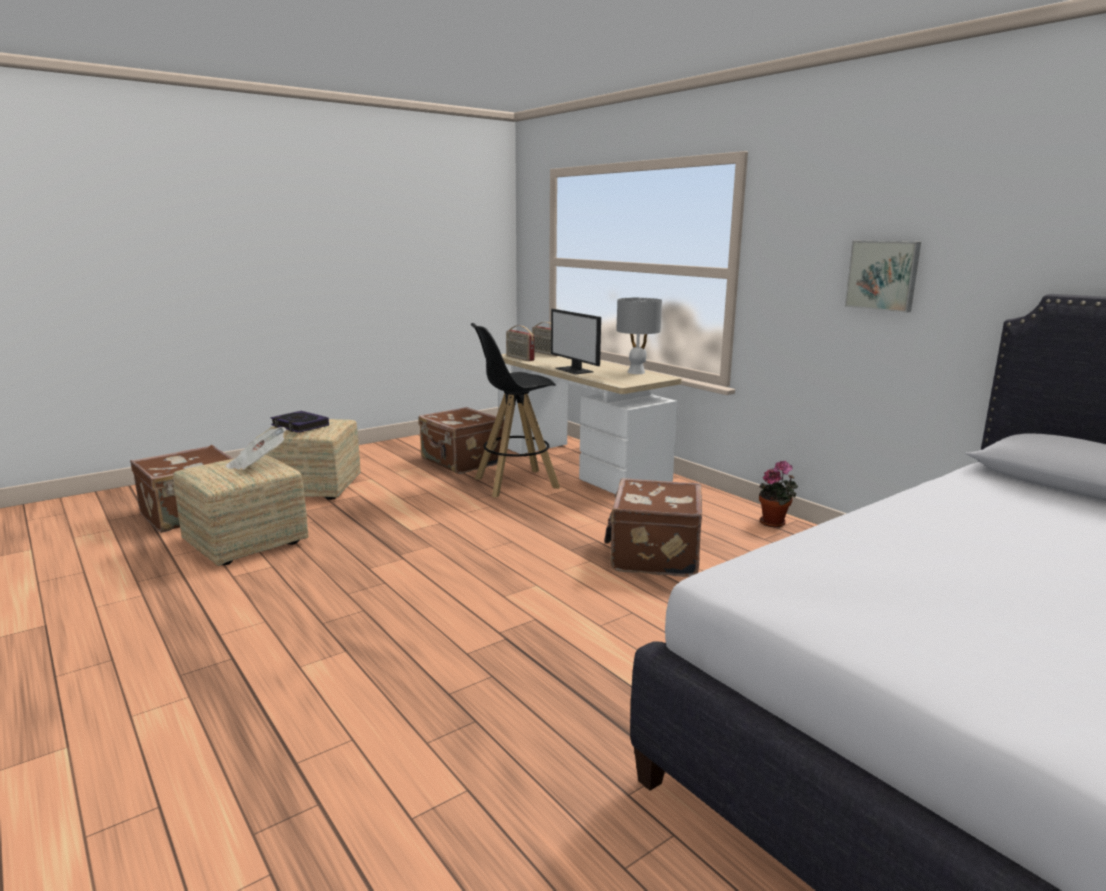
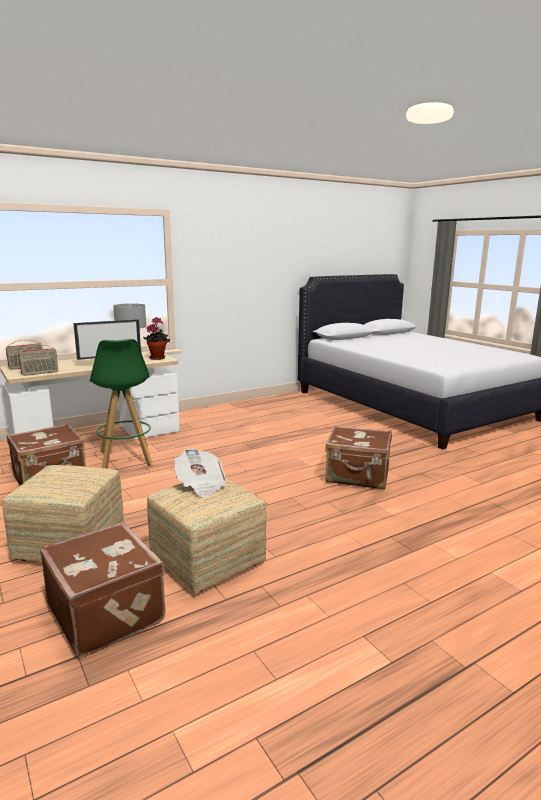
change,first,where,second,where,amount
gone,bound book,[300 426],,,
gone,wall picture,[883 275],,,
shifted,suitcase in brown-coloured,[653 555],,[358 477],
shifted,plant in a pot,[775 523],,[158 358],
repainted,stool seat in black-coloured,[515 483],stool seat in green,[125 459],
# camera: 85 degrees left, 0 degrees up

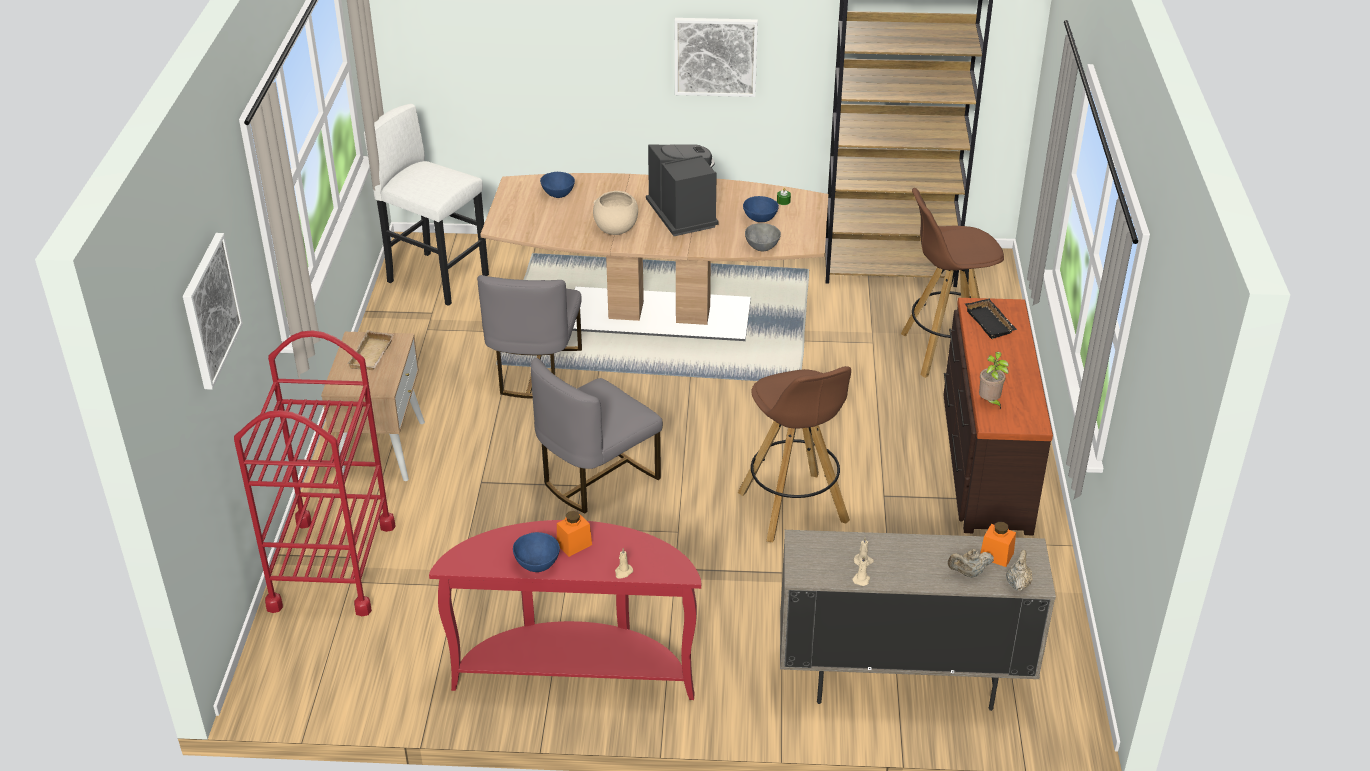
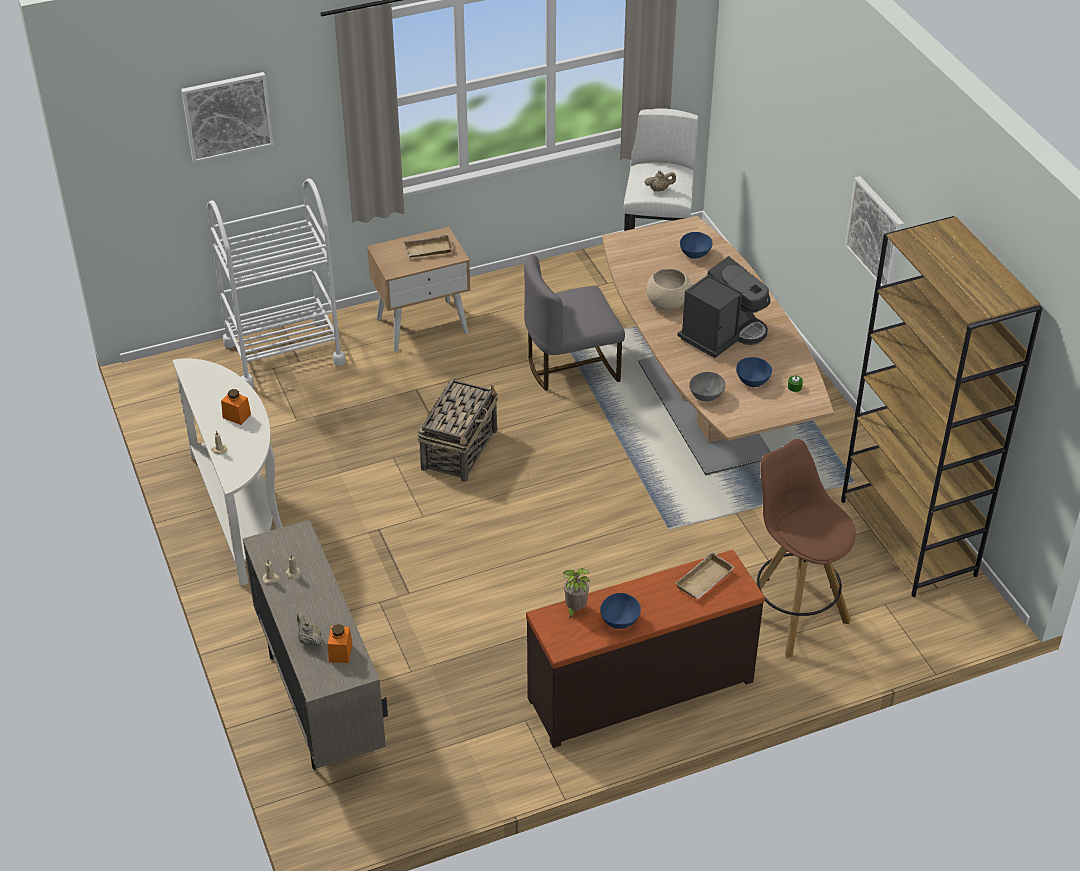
change,first,where,second,where,amount
gone,stool seat in brown-coloured,[794 509],,,
shifted,bowl in bluish,[537 563],,[620 620],
shifted,pot for tea in beige,[1017 584],,[659 189],
swapped,plain chair in grey,[597 478],storage basket,[460 449],
repainted,wheeled cart in red-coloured,[332 566],wheeled cart in white,[284 353],
repainted,narrow table in red-coloured,[575 670],narrow table in white,[241 512],
repainted,serving tray in black-coloured,[991 322],serving tray in beige,[705 581],
# camera: 65 degrees right, 5 degrees up

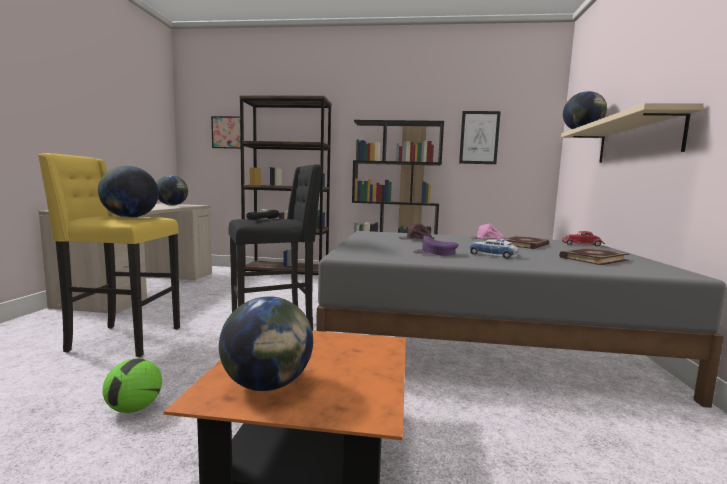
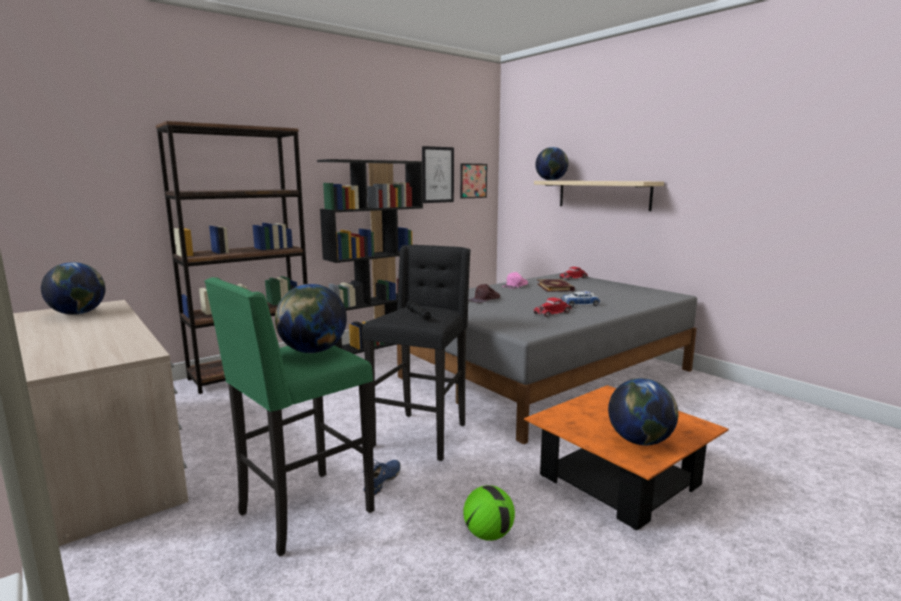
change,first,where,second,where,amount
gone,bound book,[592 259],,,
new,,,item of footwear in bluish,[383 482],
shifted,wall picture,[227 132],,[473 181],
swapped,cap in purple-coloured,[435 253],toy car in red-coloured,[553 313],
repainted,stool seat in yellow,[123 340],stool seat in green,[302 513],
# camera: 45 degrees left, 5 degrees up

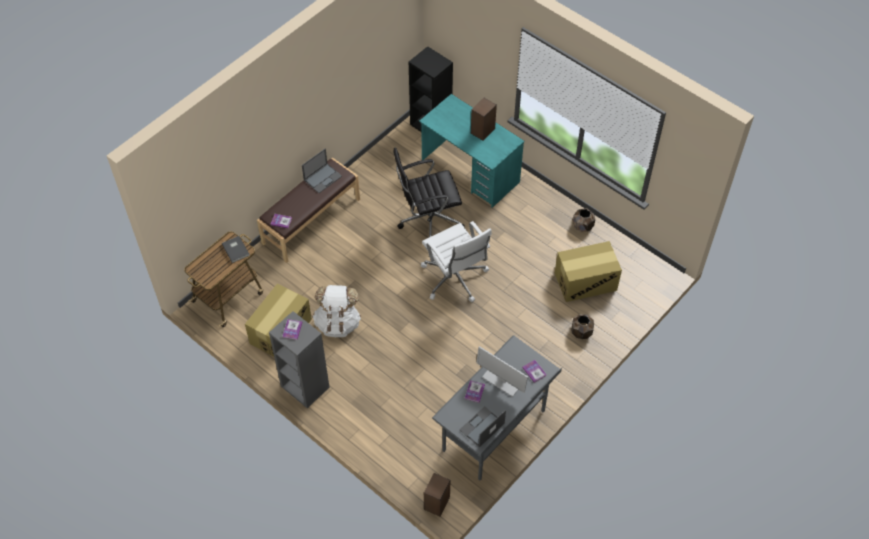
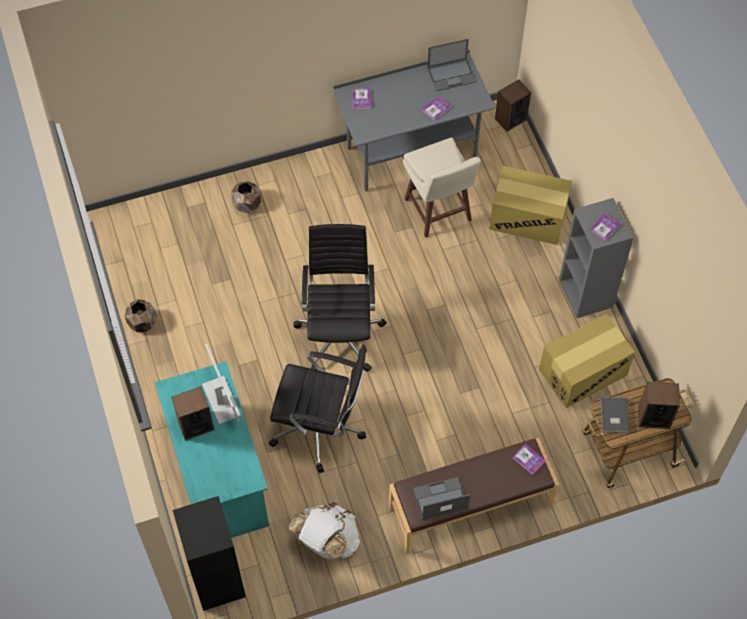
change,first,where,second,where,amount
new,,,stool seat in beige,[438 211],
new,,,speaker,[653 417],
shifted,rucksack in white,[338 323],,[327 541],
shifted,computer display,[501 380],,[222 400],
shifted,cardboard box,[585 281],,[527 218],
repainted,desk chair in white,[455 279],desk chair in black-coloured,[340 334],
# camera: 150 degrees left, 5 degrees up

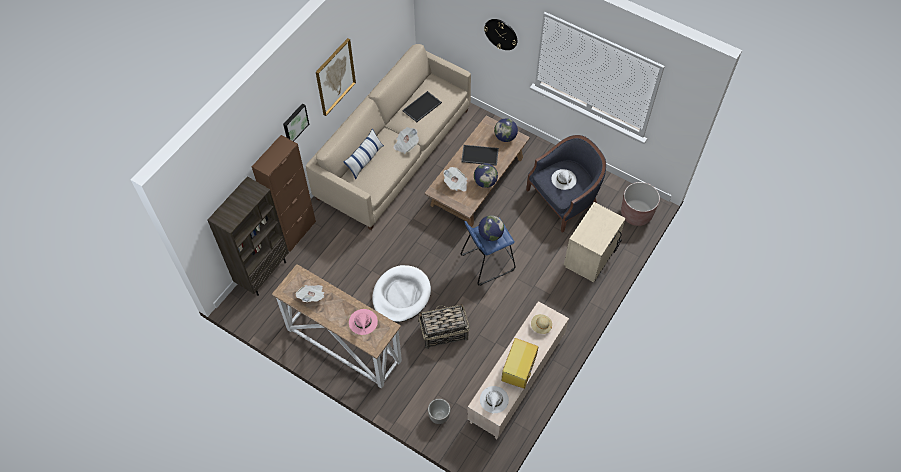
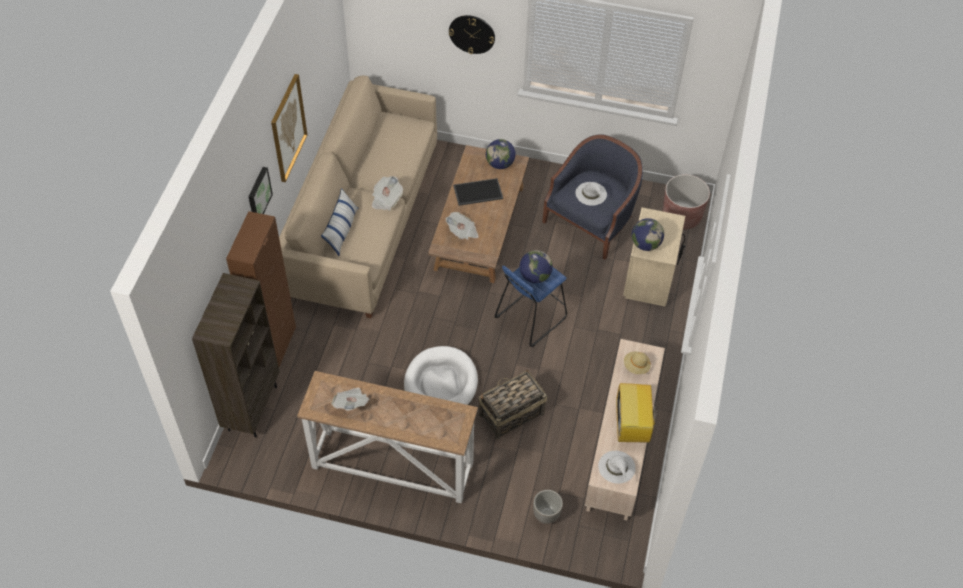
change,first,where,second,where,amount
gone,clothing hat in pink,[363 322],,,
gone,serving tray,[422 107],,,
shifted,globe,[485 182],,[645 244],
# camera: 20 degrees left, 5 degrees down

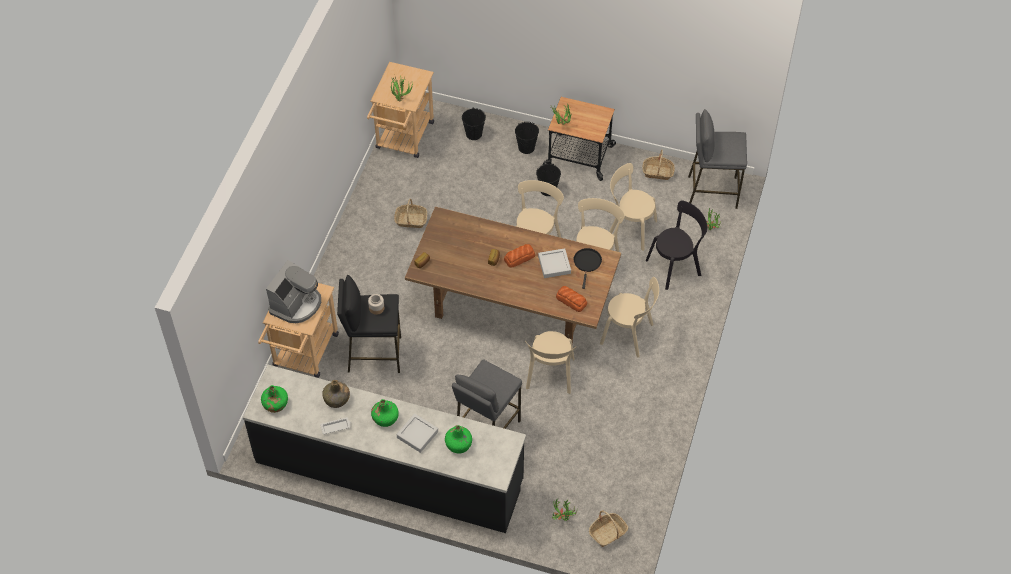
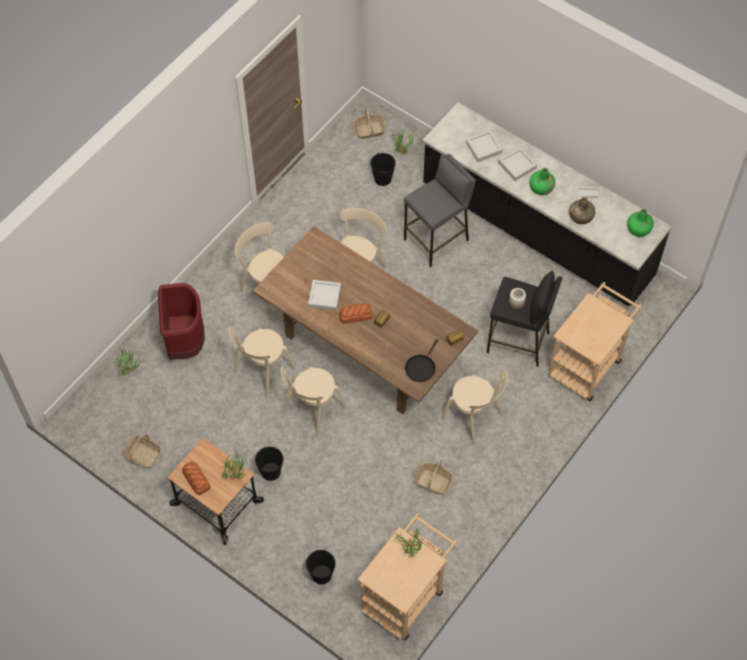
change,first,where,second,where,amount
gone,coffee maker,[296 304],,,
gone,stool seat in grey,[712 191],,,
shifted,bucket in black-coloured,[526 147],,[383 178],
shifted,bakery bread,[571 300],,[196 479],
shifted,pan in black-coloured,[587 263],,[421 367],
shifted,plain chair in beige,[629 228],,[474 418],
swapped,drink bottle in green,[459 444],serving tray in grey,[483 148],
swapped,plain chair in black-coloured,[675 266],trash can in red-coloured,[185 341],
# camera: 160 degrees left, 5 degrees up

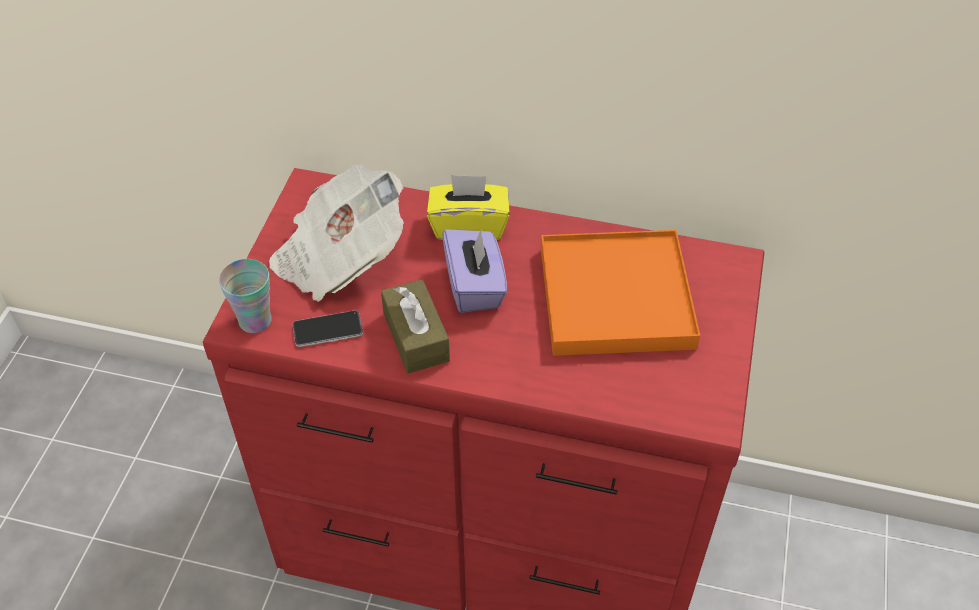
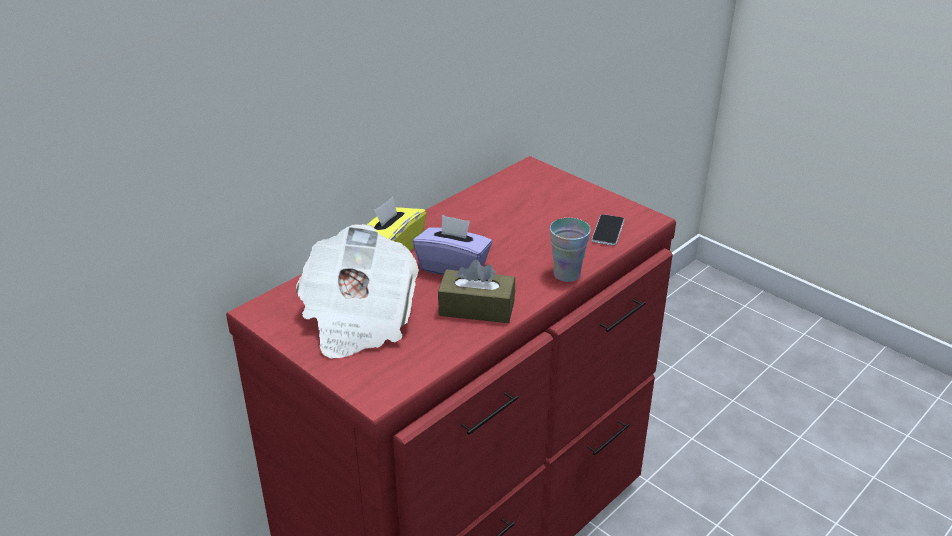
change,first,where,second,where,amount
gone,serving tray in orange,[615 298],,,
shifted,small cup,[255 321],,[567 274],
shifted,handset,[327 330],,[608 231],
# camera: 60 degrees left, 15 degrees down

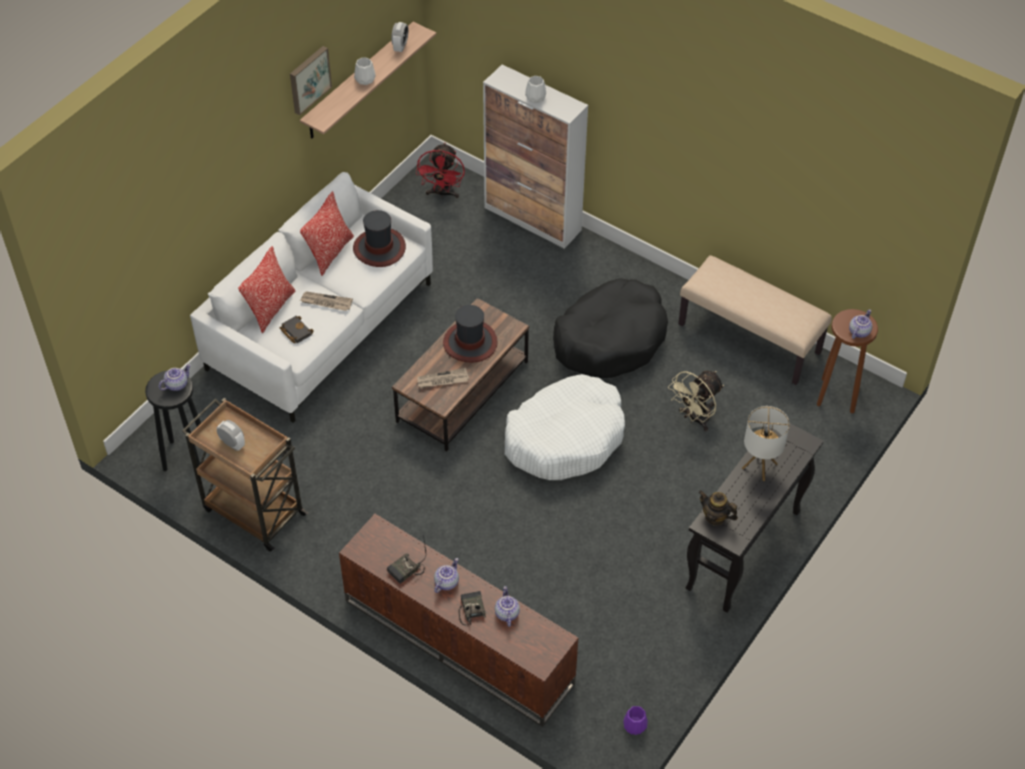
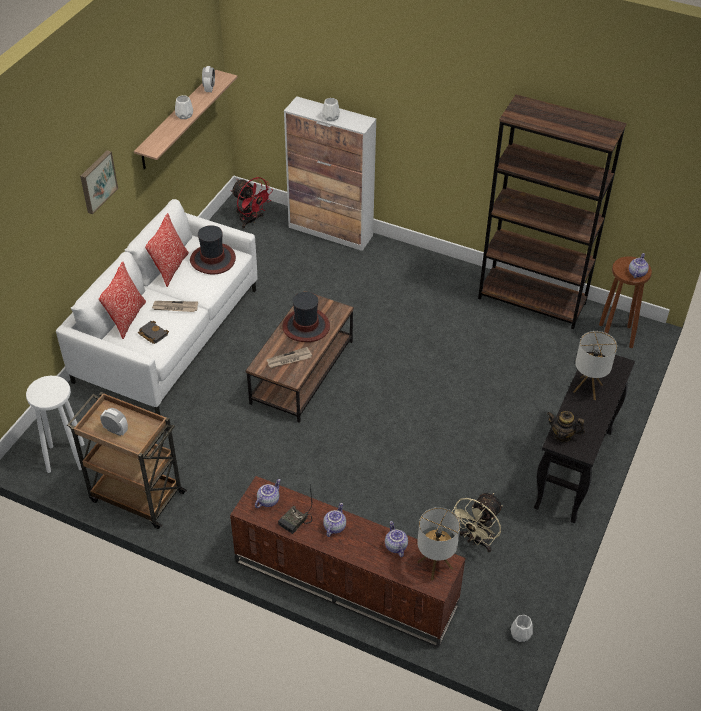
change,first,where,second,where,amount
gone,radio,[471 609],,,
gone,dog bed in white,[565 437],,,
gone,dog bed in black-coloured,[610 339],,,
new,,,lamp for a table,[434 565],
shifted,pot for tea,[176 384],,[268 500],
shifted,wall picture,[308 79],,[97 181],
shifted,fan in beige,[695 418],,[476 540],
swapped,long seat in beige,[750 338],bookshelf in brown-coloured,[532 301],
repainted,stool seat in black-coloured,[185 455],stool seat in white,[66 457],
repainted,flower vase in purple-coloured,[634 726],flower vase in white,[521 634],
rotated,fan in red-coloured,[442 193],,[251 220],45 degrees counterclockwise
# camera: 10 degrees left, 5 degrees down

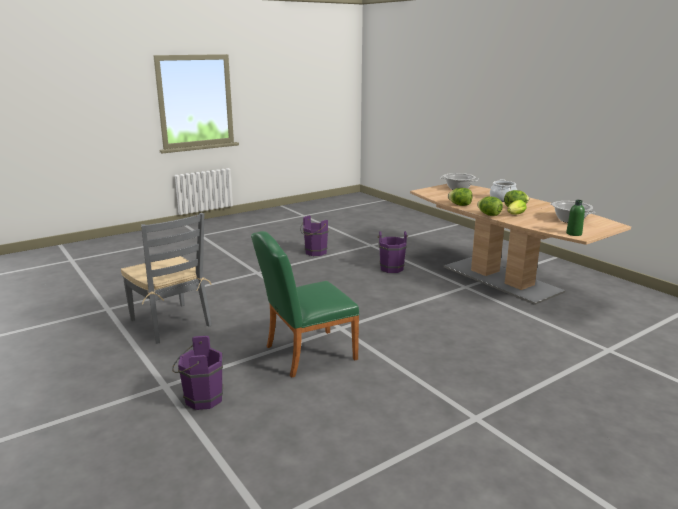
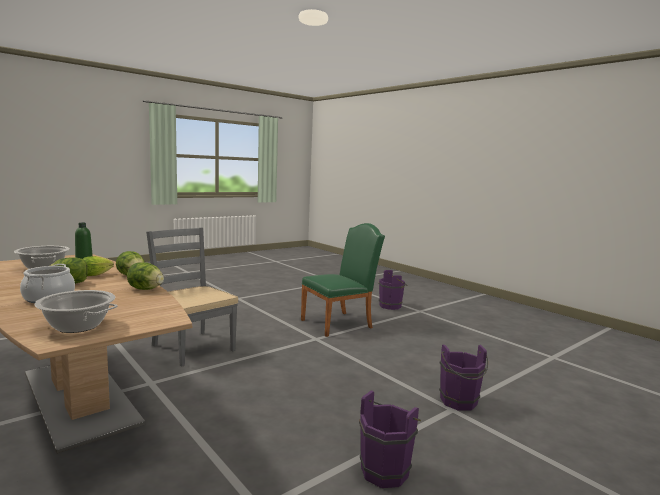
change,first,where,second,where,amount
shifted,plain chair in grey,[171 323],,[192 347],
shifted,bucket in purple-coloured,[391 268],,[459 403],
# camera: 175 degrees right, 10 degrees down

